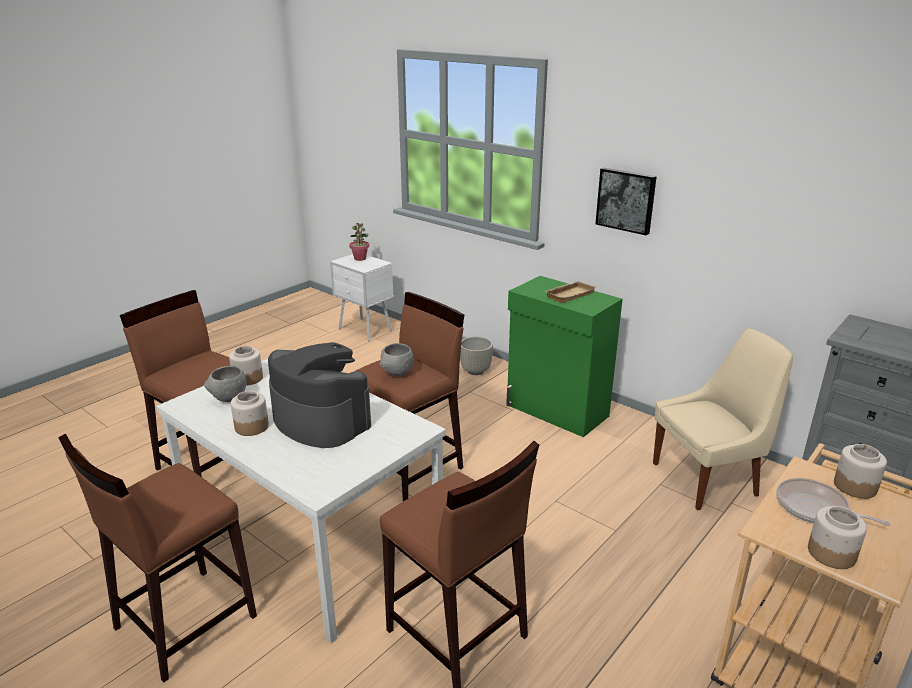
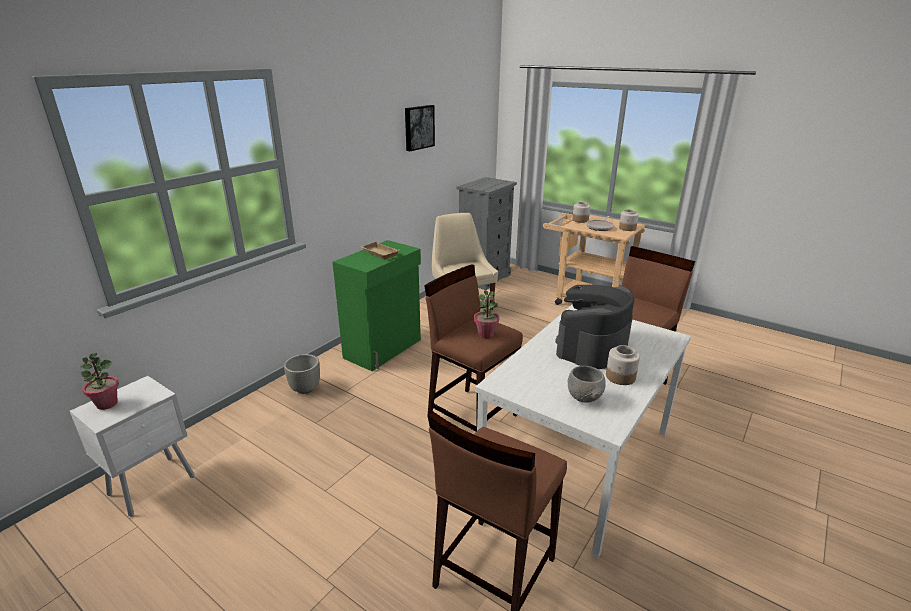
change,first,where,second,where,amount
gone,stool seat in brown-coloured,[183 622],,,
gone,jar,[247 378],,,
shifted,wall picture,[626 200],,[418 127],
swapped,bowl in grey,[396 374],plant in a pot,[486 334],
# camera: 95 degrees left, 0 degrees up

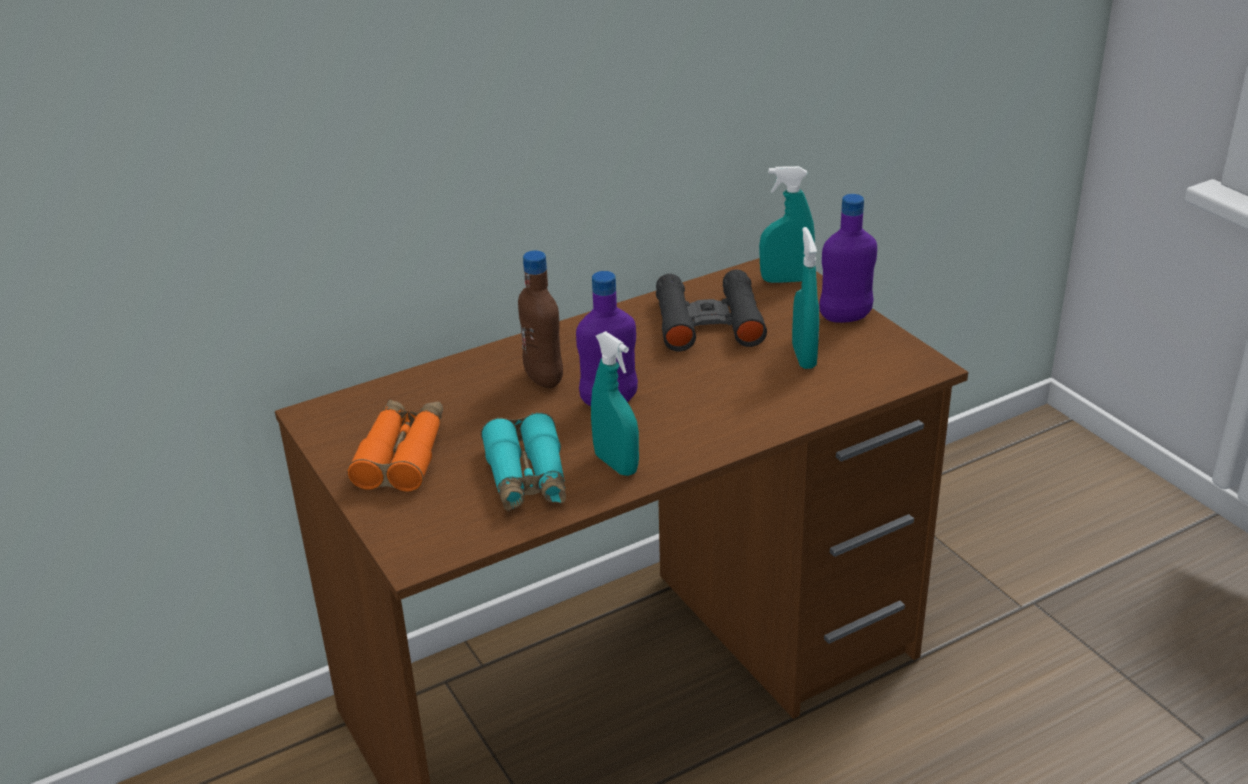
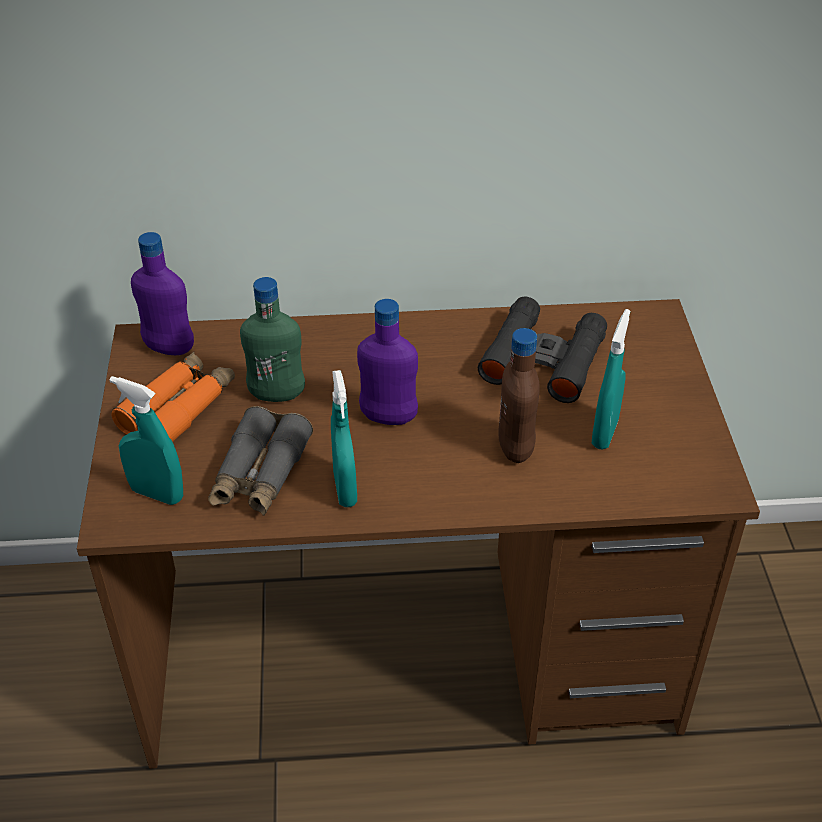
change,first,where,second,where,amount
new,,,drink bottle in green,[277 394],
shifted,drink bottle in brown-coloured,[543 378],,[515 447],
shifted,sprayer in blue-green,[785 280],,[157 494],
shifted,drink bottle in purple-coloured,[845 317],,[169 348],
repainted,pair of binoculars in blue-green,[527 478],pair of binoculars in grey,[260 474],
# camera: 25 degrees right, 10 degrees up

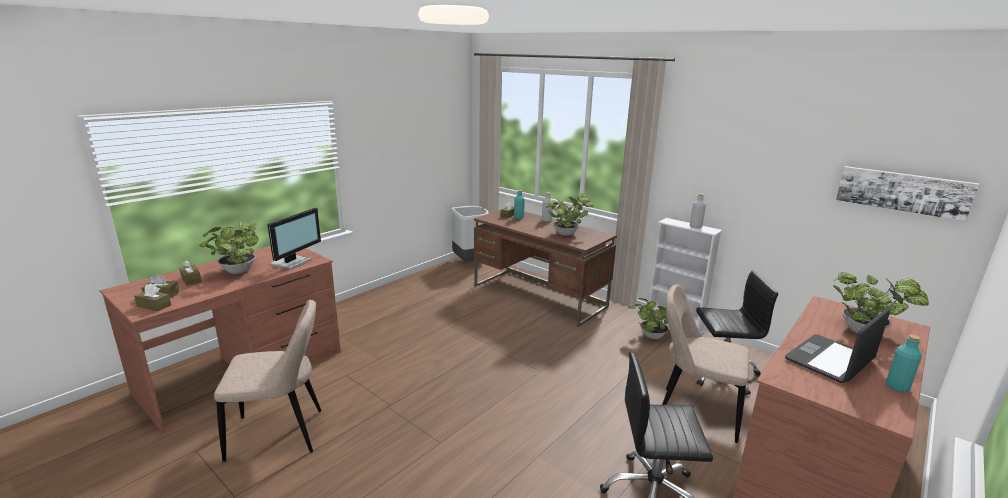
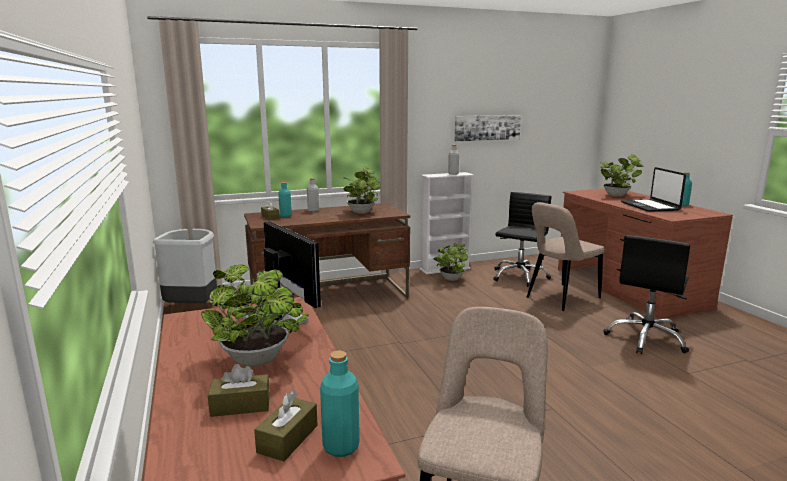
change,first,where,second,where,amount
shifted,wall picture,[902 191],,[487 127],
swapped,tissue box in brown-coloured,[154 306],drink bottle in blue-green,[341 447],
# camera: 60 degrees left, 5 degrees down

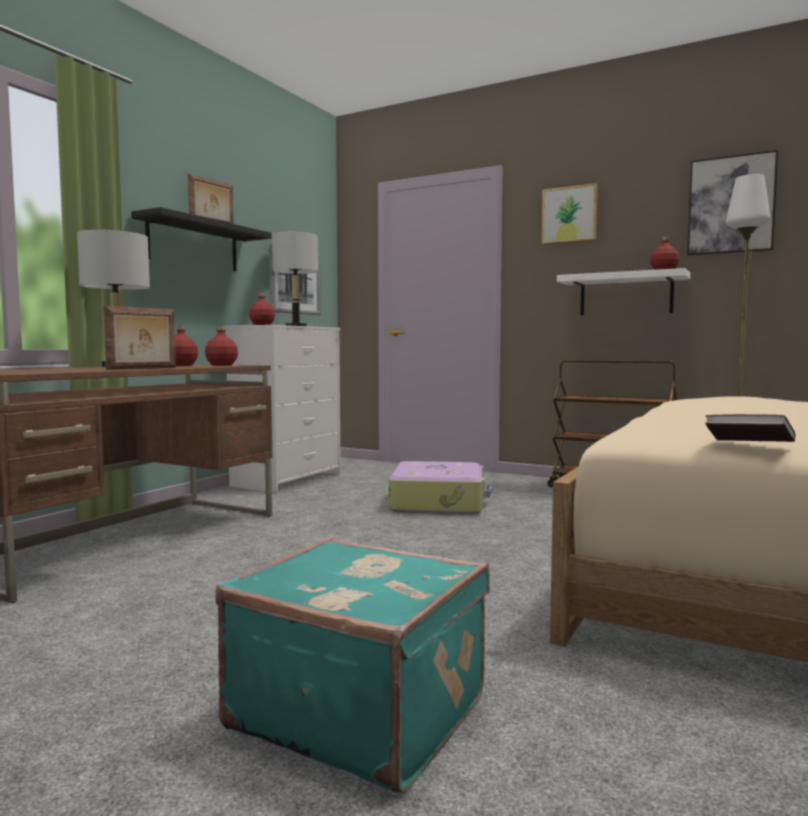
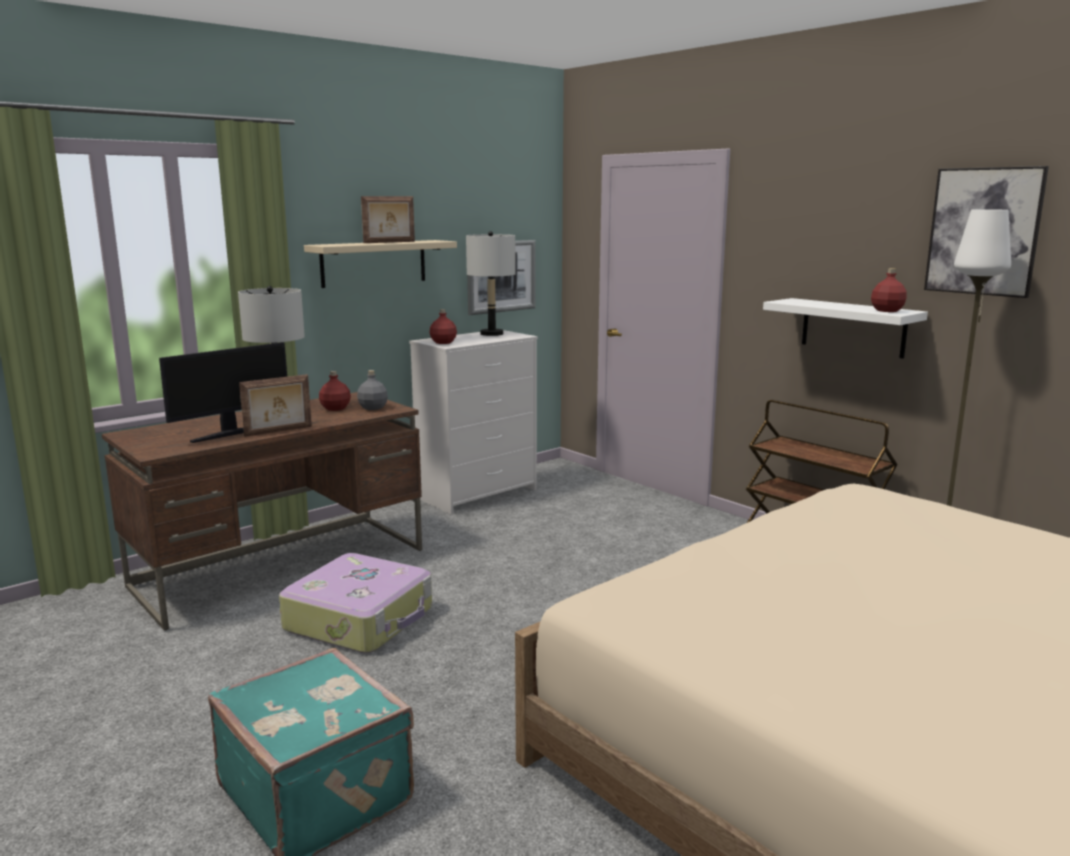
change,first,where,second,where,amount
gone,wall picture,[570 215],,,
gone,bound book,[748 445],,,
new,,,computer display,[231 433],
shifted,suitcase,[438 503],,[361 619],
repainted,bracket shelf in black-coloured,[193 245],bracket shelf in beige,[374 263],
repainted,drink bottle in red-coloured,[221 365],drink bottle in grey,[372 408],
# camera: 20 degrees right, 10 degrees up

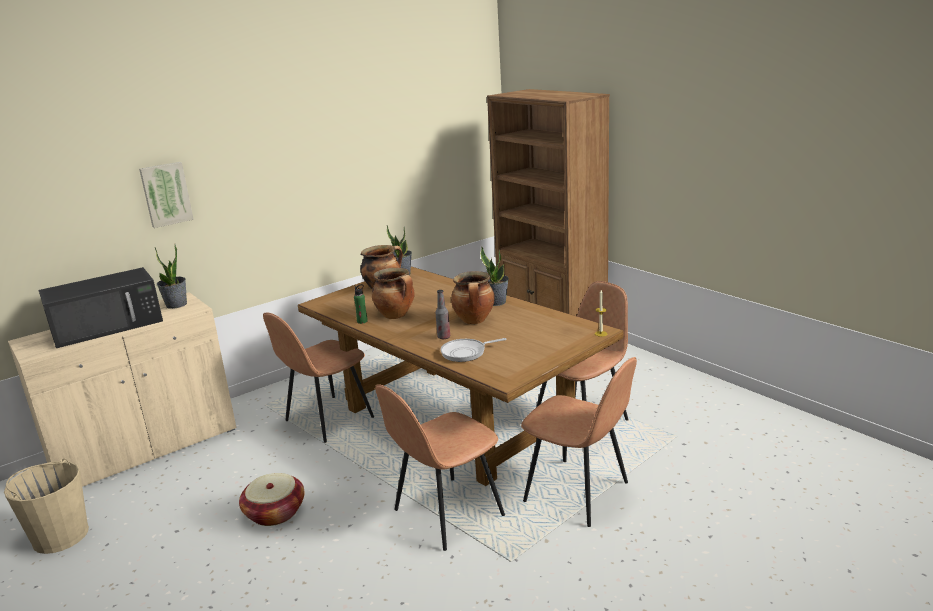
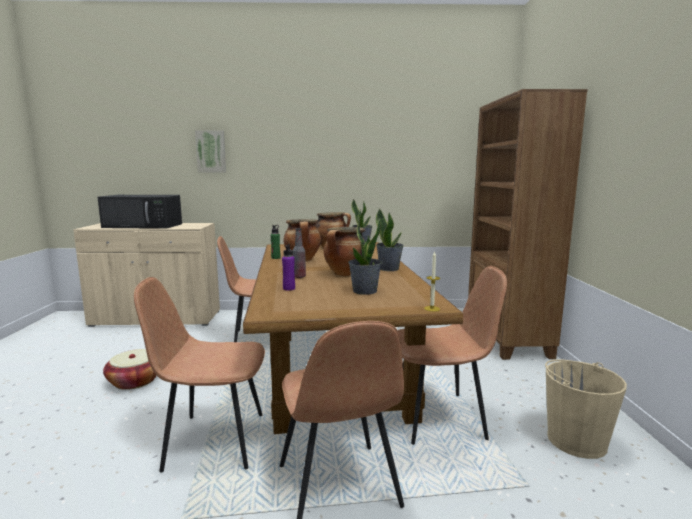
change,first,where,second,where,amount
shifted,bucket in beige,[60 536],,[576 440],
shifted,plant in a pot,[176 305],,[364 291],
swapped,pan,[466 353],drink bottle in purple-coloured,[289 288],
# camera: 35 degrees right, 10 degrees down

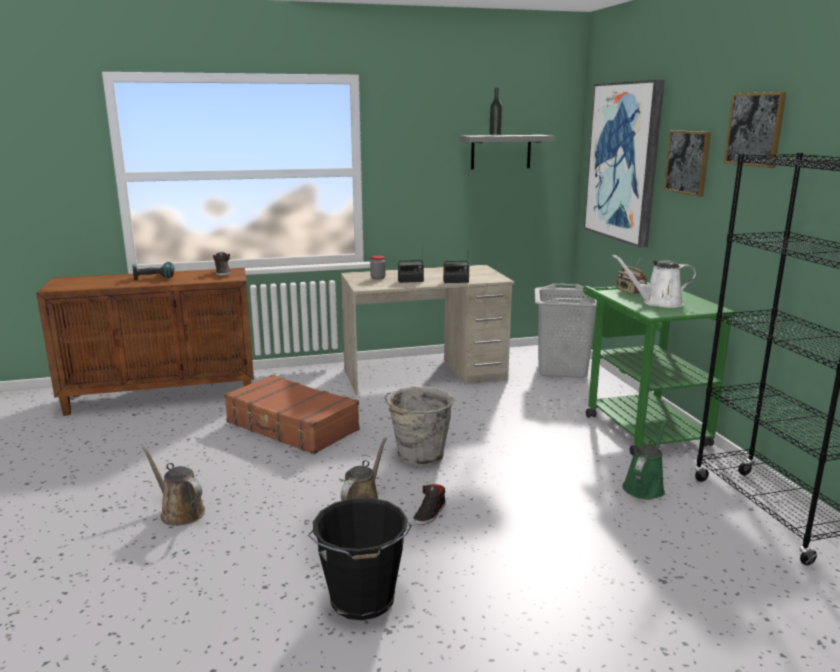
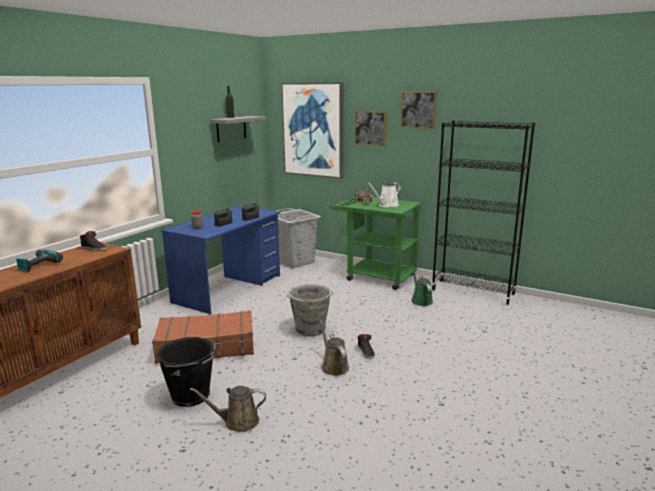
change,first,where,second,where,amount
shifted,bucket in black-coloured,[362 601],,[191 396],
repainted,desk table in beige,[425 375],desk table in bluish,[229 289],
# camera: 45 degrees left, 0 degrees up

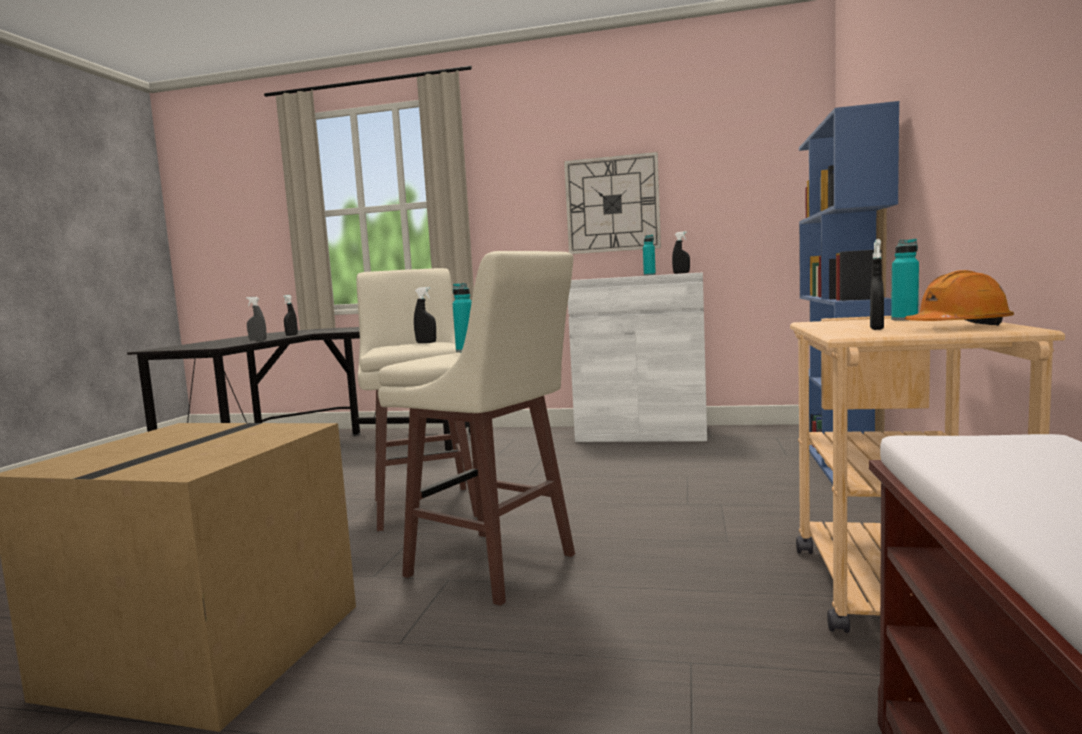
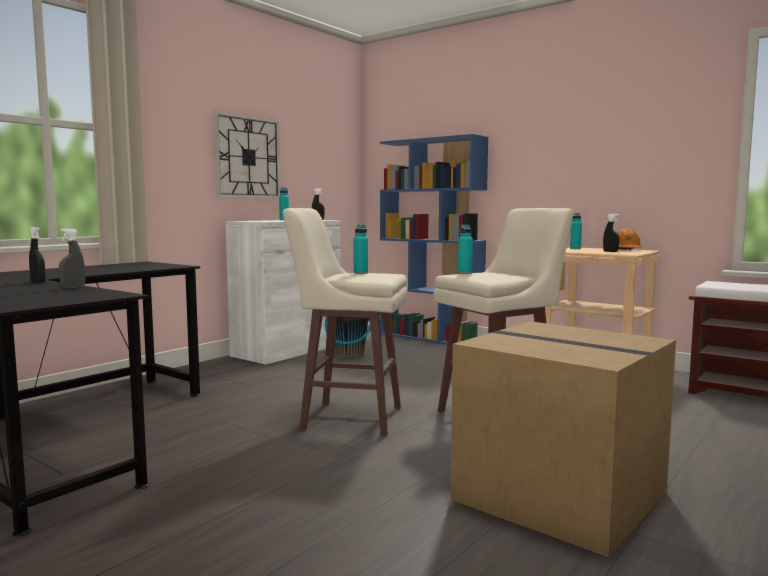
change,first,where,second,where,amount
new,,,bucket in black-coloured,[349 355],
swapped,sprayer in black-coloured,[426 343],drink bottle in blue-green,[360 273],
# camera: 65 degrees left, 0 degrees up

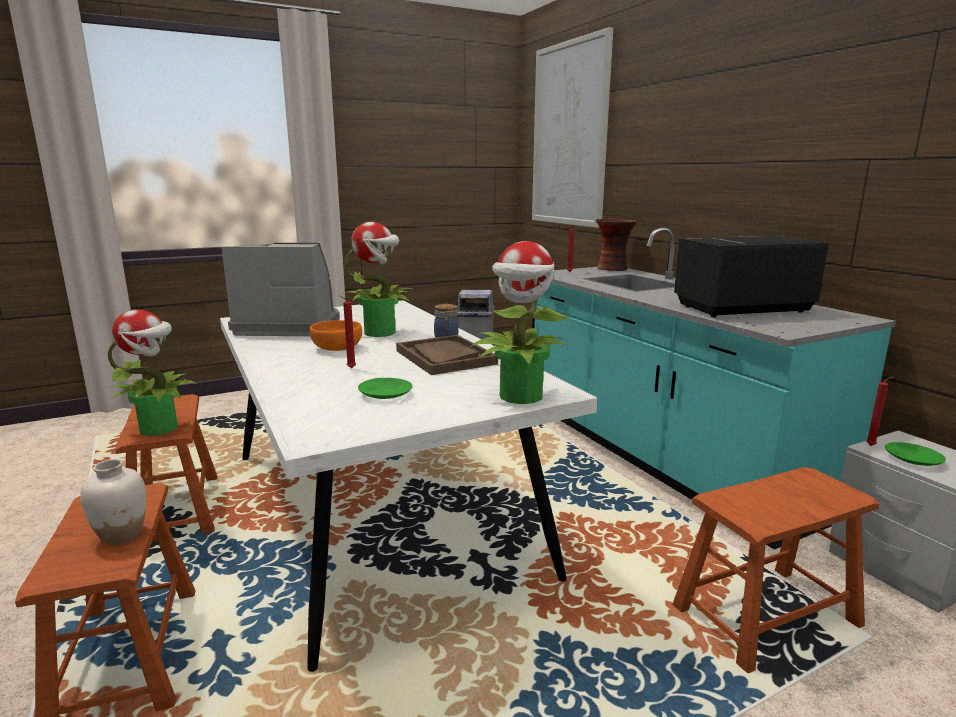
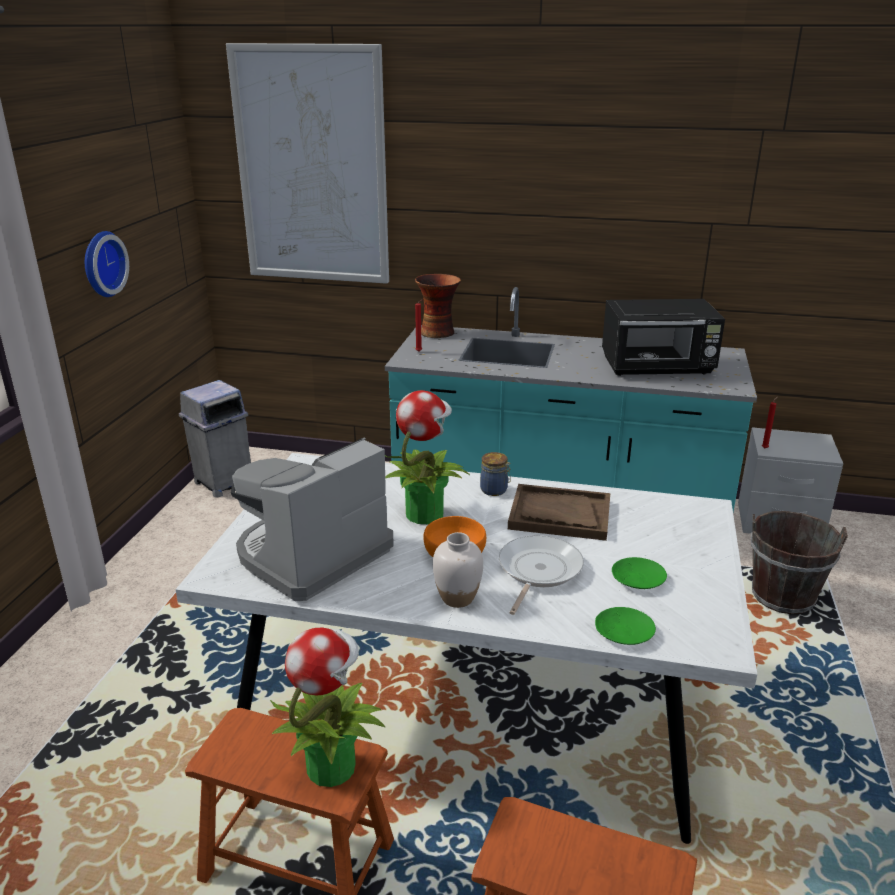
change,first,where,second,where,amount
gone,plant in a pot,[521 396],,,
new,,,hanging clock,[101 264],
shifted,flower vase in white,[122 535],,[457 598],
shifted,plate in green,[912 459],,[623 632],
swapped,wax candle in red-coloured,[349 368],pan,[538 571],
swapped,stool seat in brown-coloured,[766 615],bucket in brown-coloured,[782 597],
rotated,microwave oven in black-coloured,[740 309],,[658 367],120 degrees counterclockwise
# camera: 50 degrees left, 10 degrees up

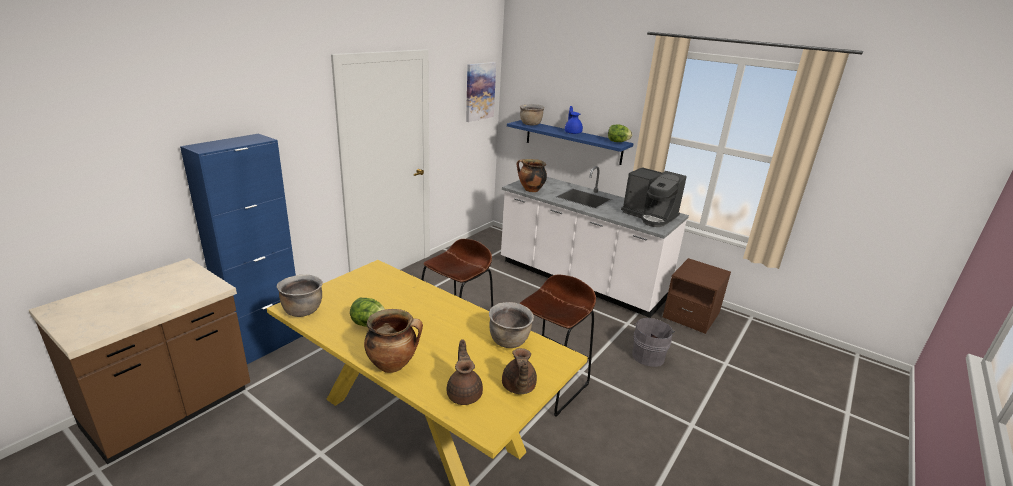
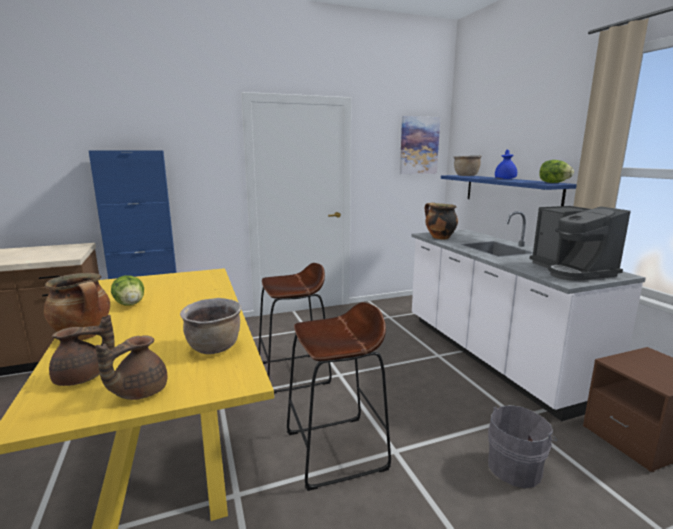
change,first,where,second,where,amount
gone,cooking pot in brown-coloured,[303 310],,,
rotated,pot for tea in brown-coloured,[464 393],,[83 378],45 degrees clockwise
# camera: 35 degrees right, 10 degrees down

